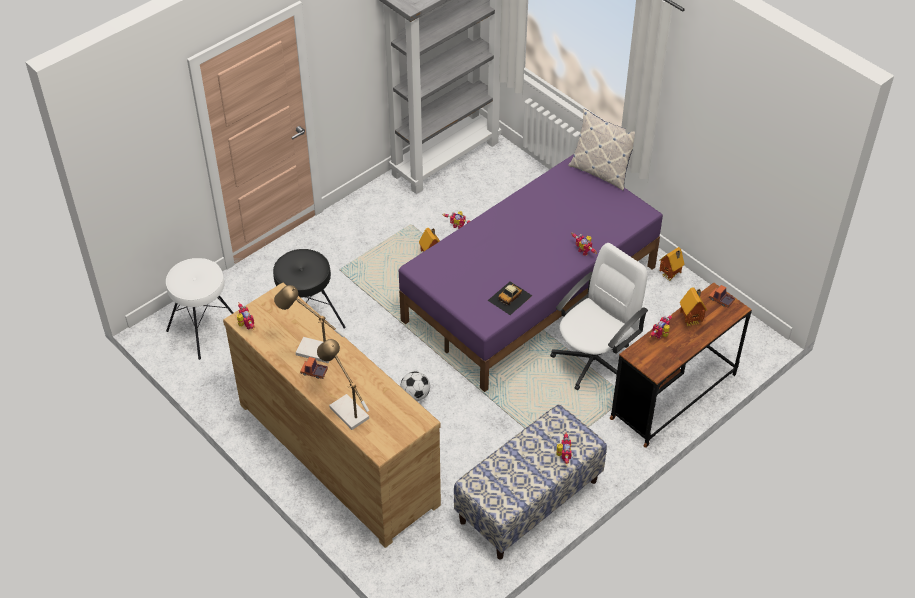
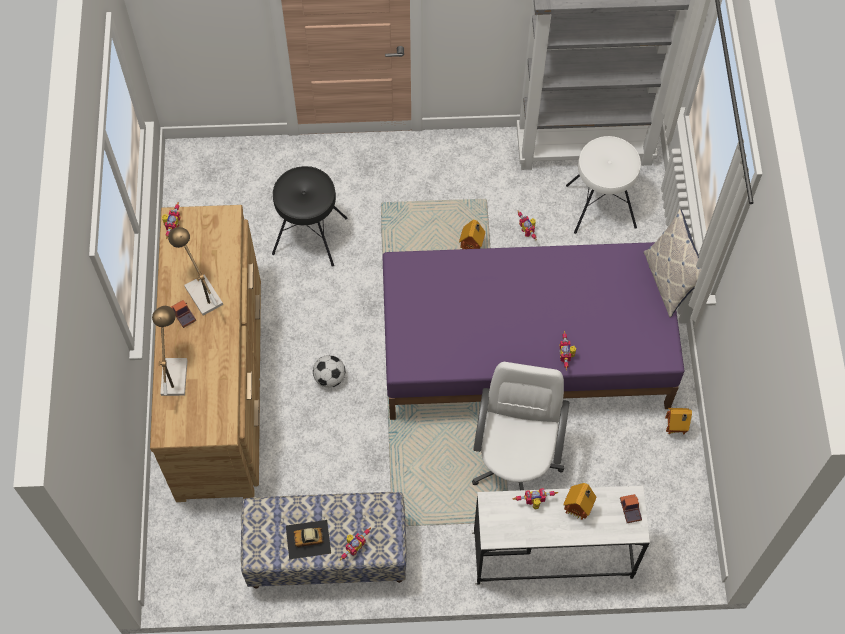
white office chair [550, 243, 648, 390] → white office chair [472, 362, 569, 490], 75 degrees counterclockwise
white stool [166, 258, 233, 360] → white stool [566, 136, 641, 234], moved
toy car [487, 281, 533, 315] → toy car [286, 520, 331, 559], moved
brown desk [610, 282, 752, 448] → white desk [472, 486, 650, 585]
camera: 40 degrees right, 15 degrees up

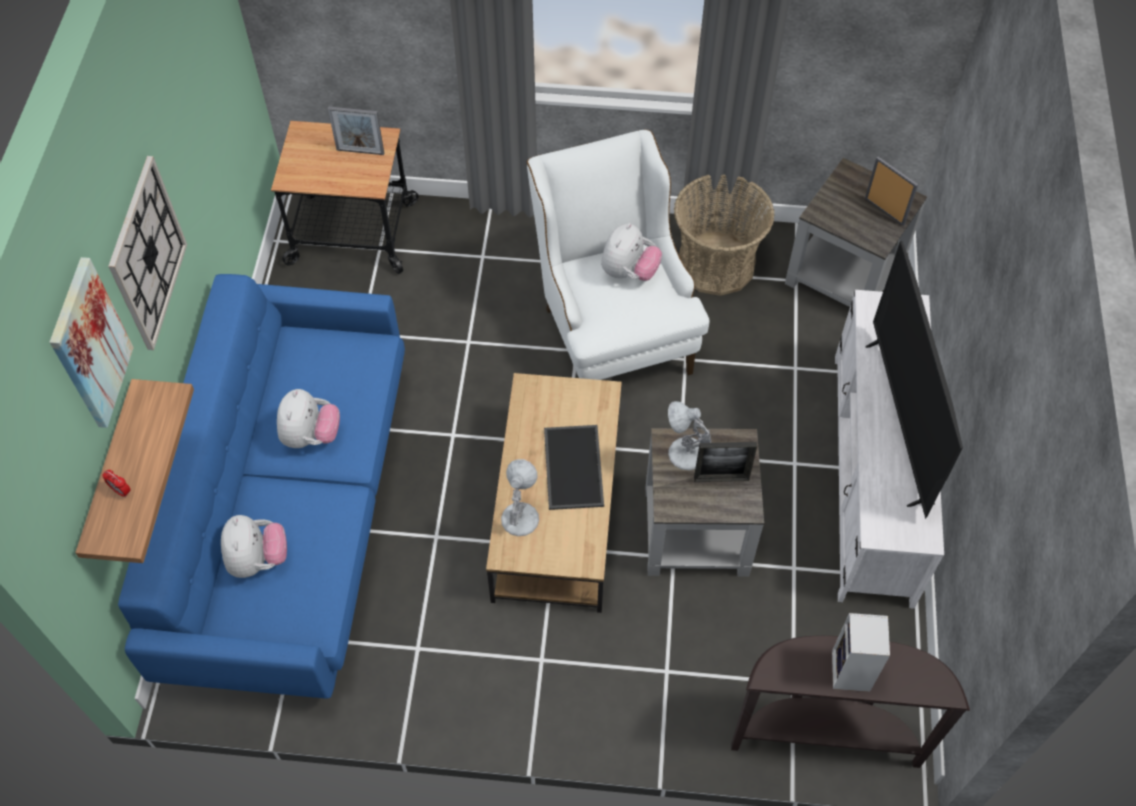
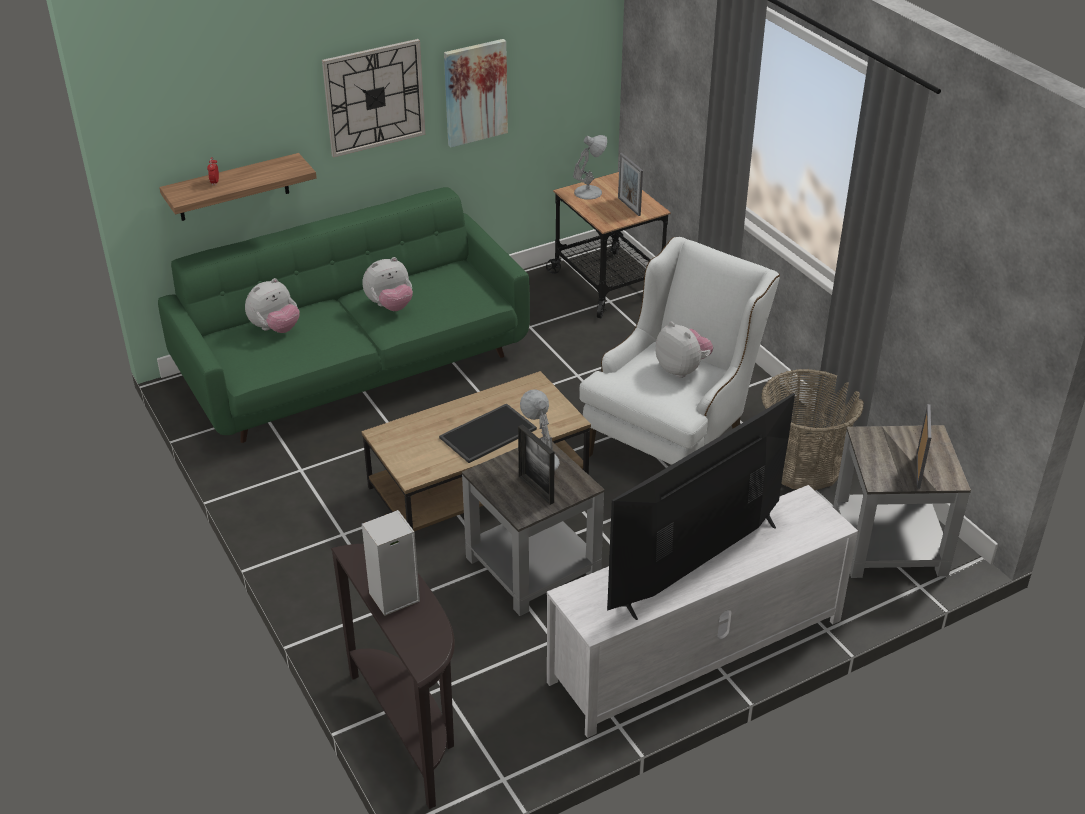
plush toy [601, 223, 662, 281] → plush toy [655, 322, 713, 378], 120 degrees counterclockwise
picture [50, 257, 134, 428] → picture [444, 39, 508, 147], moved
blue sofa [118, 274, 405, 699] → green sofa [158, 187, 530, 443]
white table lamp [501, 459, 539, 536] → white table lamp [573, 135, 607, 200], moved
camera: 55 degrees right, 20 degrees down

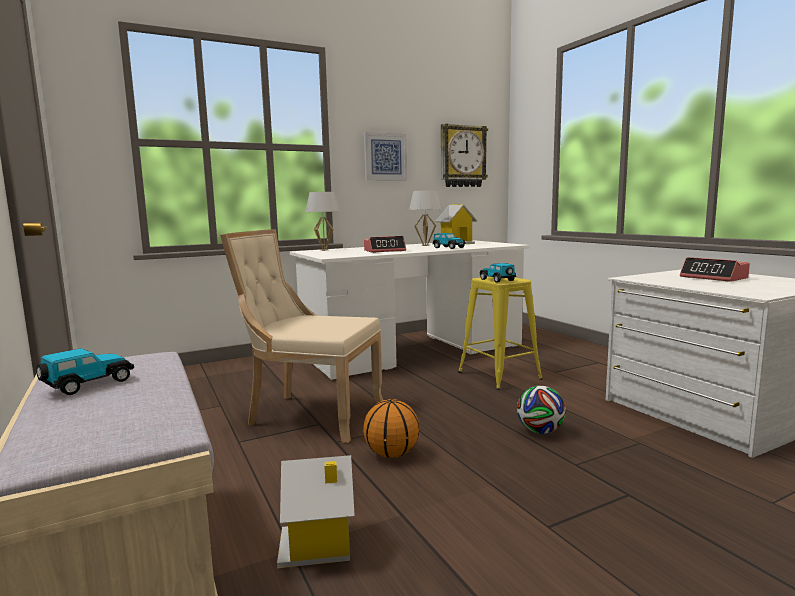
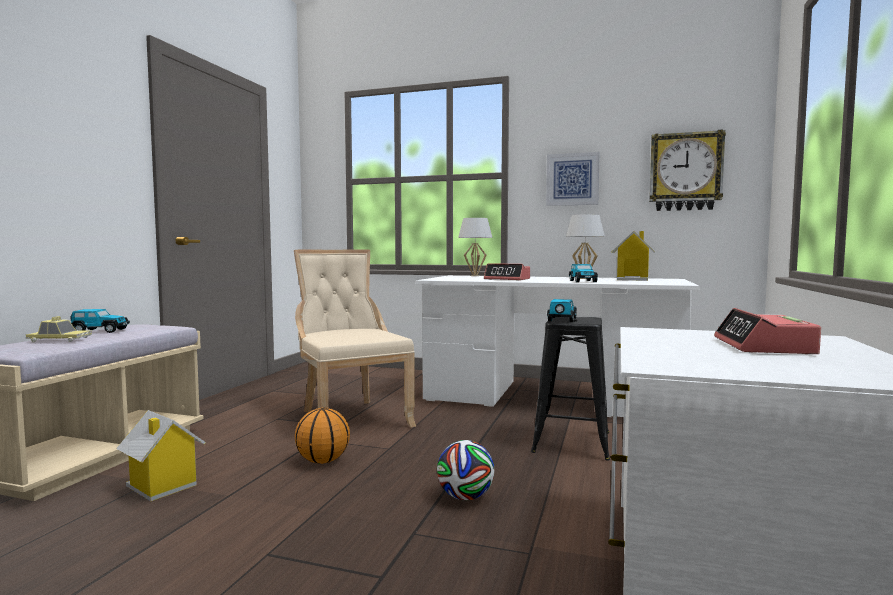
yellow stool [458, 277, 543, 390] → black stool [531, 317, 610, 461]
- → toy car [26, 316, 92, 342]
camera: 45 degrees right, 5 degrees down

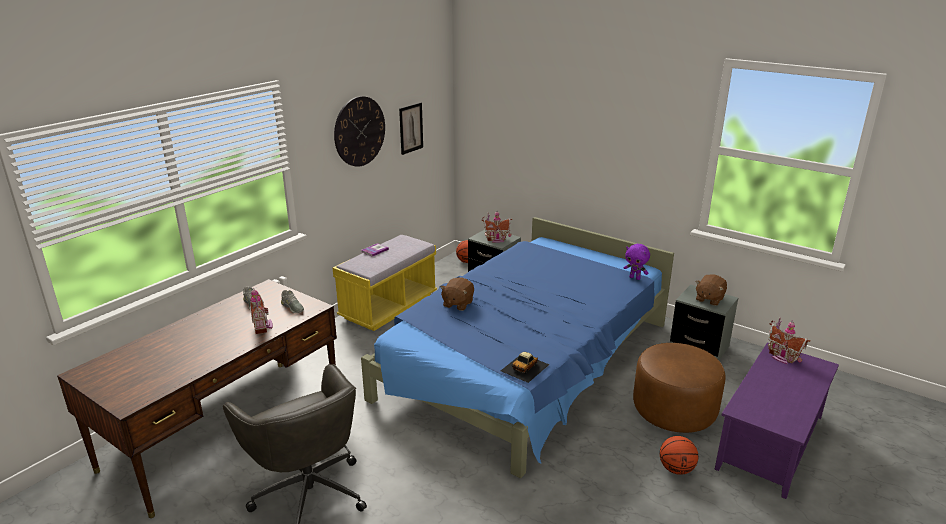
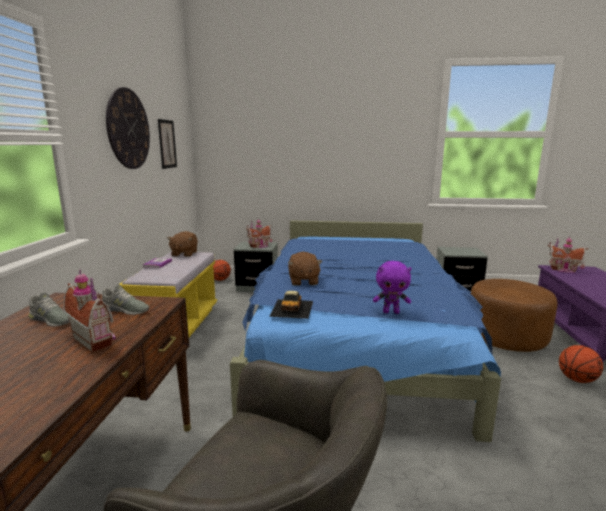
purple plush toy [624, 244, 650, 280] → purple plush toy [373, 261, 411, 314], moved
brown plush toy [695, 274, 727, 306] → brown plush toy [167, 231, 198, 257], moved
toy car [501, 352, 550, 383] → toy car [269, 291, 313, 319], moved
camera: 30 degrees left, 10 degrees down

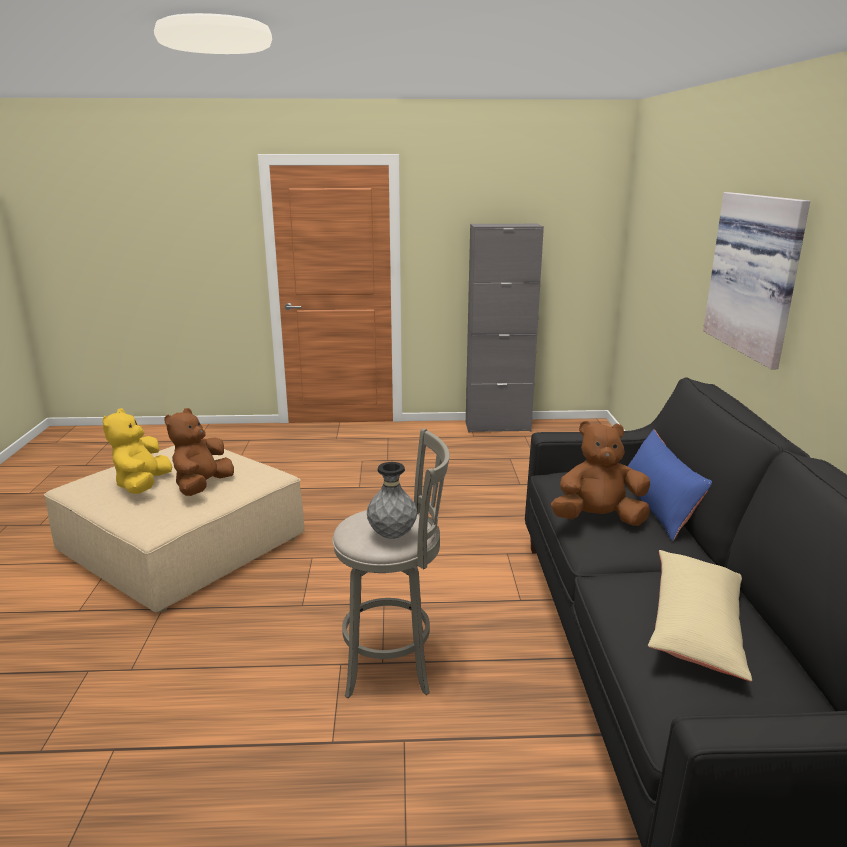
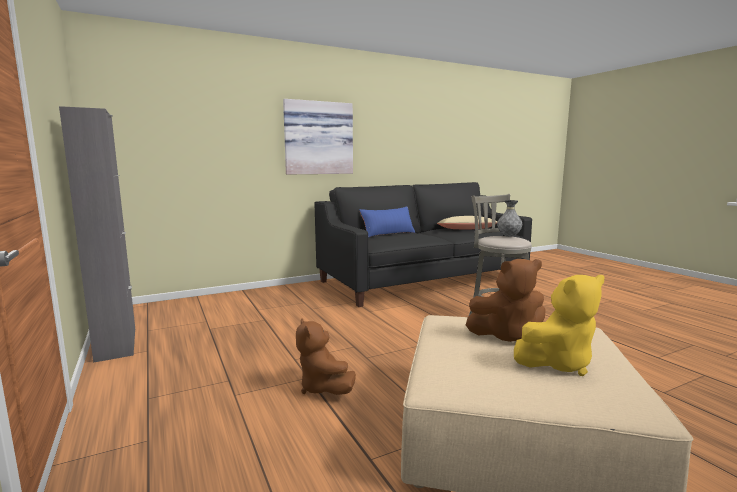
brown plush toy [551, 421, 650, 526] → brown plush toy [296, 318, 356, 395], moved
camera: 115 degrees left, 10 degrees down

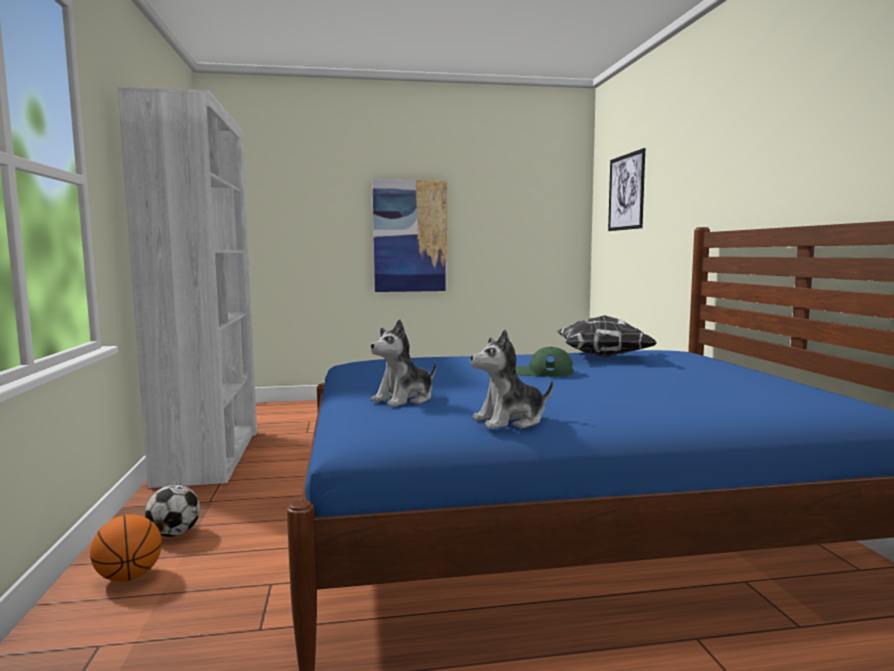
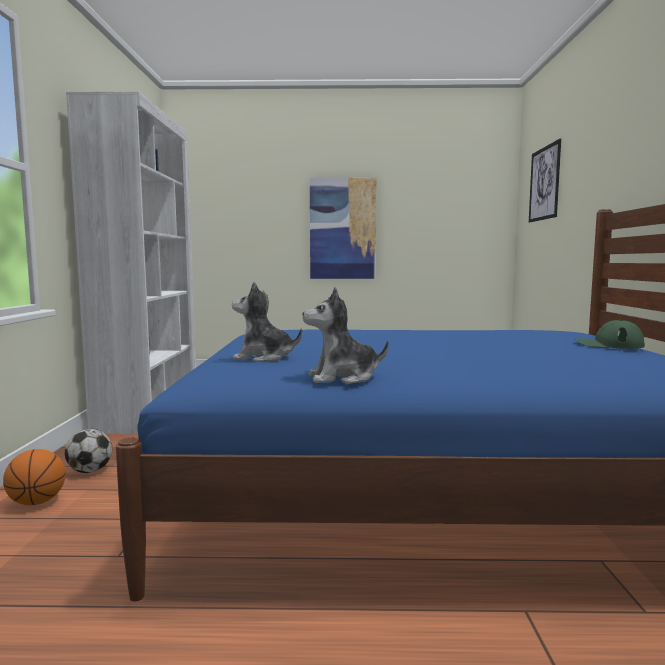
pillow [557, 315, 657, 357] → -
plush toy [370, 319, 436, 407] → plush toy [232, 282, 302, 362], 45 degrees clockwise
green cap [515, 347, 574, 377] → green cap [575, 320, 645, 349], moved
camera: 10 degrees right, 0 degrees up

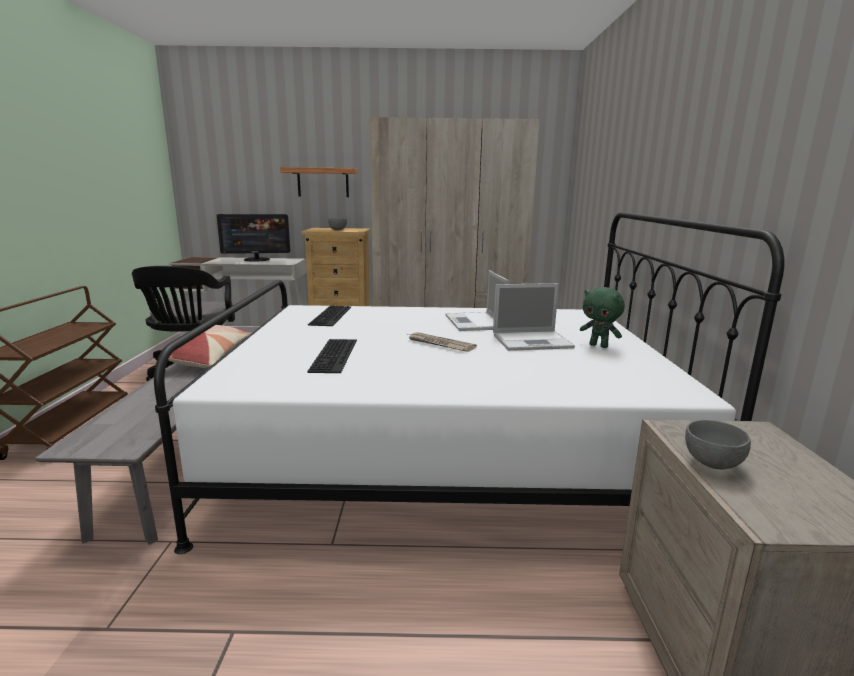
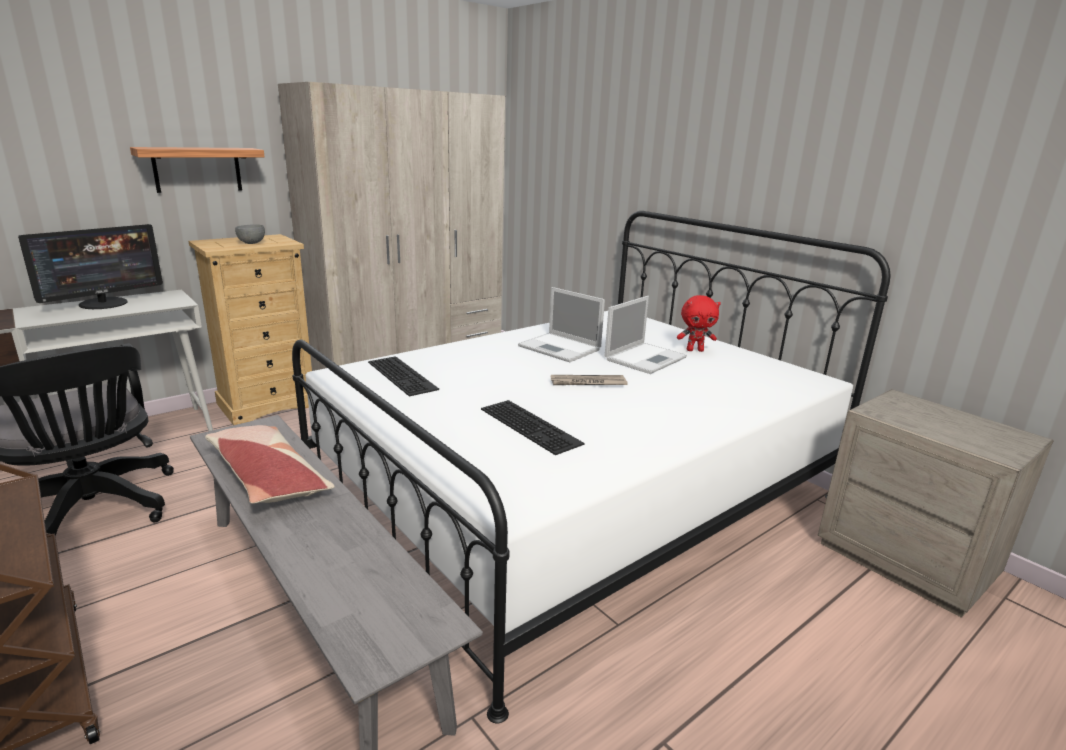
green plush toy [580, 287, 625, 348] → red plush toy [677, 295, 721, 352]
grey bowl [685, 420, 751, 470] → -
camera: 40 degrees left, 5 degrees up

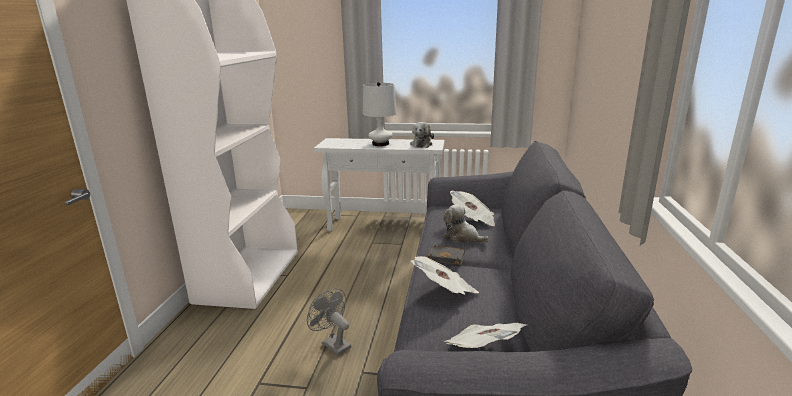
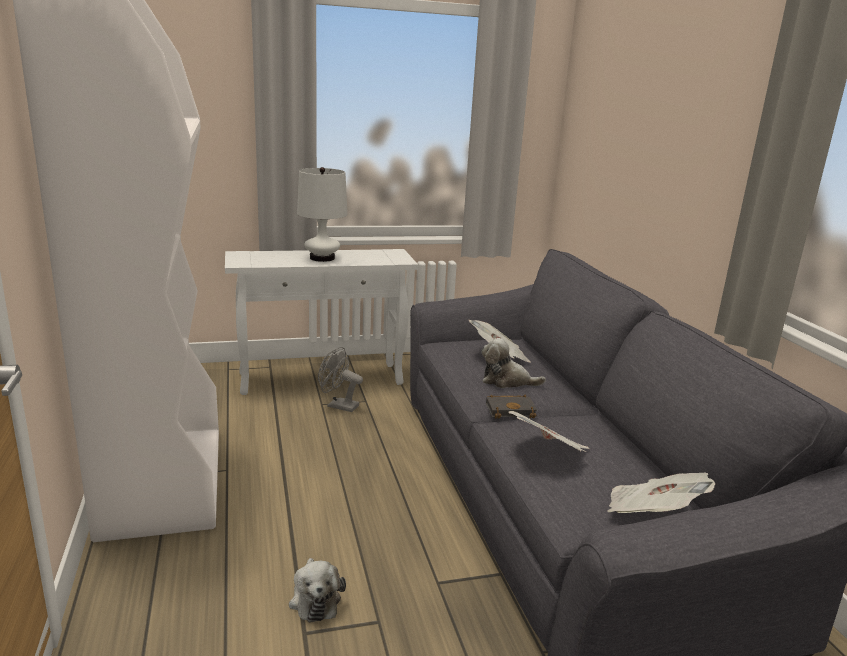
plush toy [410, 122, 434, 148] → plush toy [289, 558, 346, 623], moved
grey fan [307, 288, 351, 356] → grey fan [318, 347, 363, 412], moved
camera: 25 degrees left, 0 degrees up

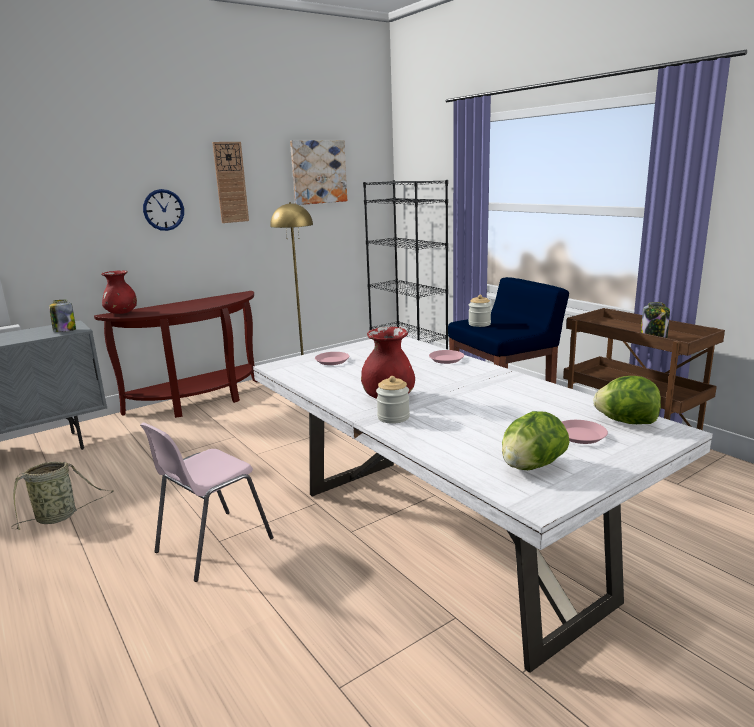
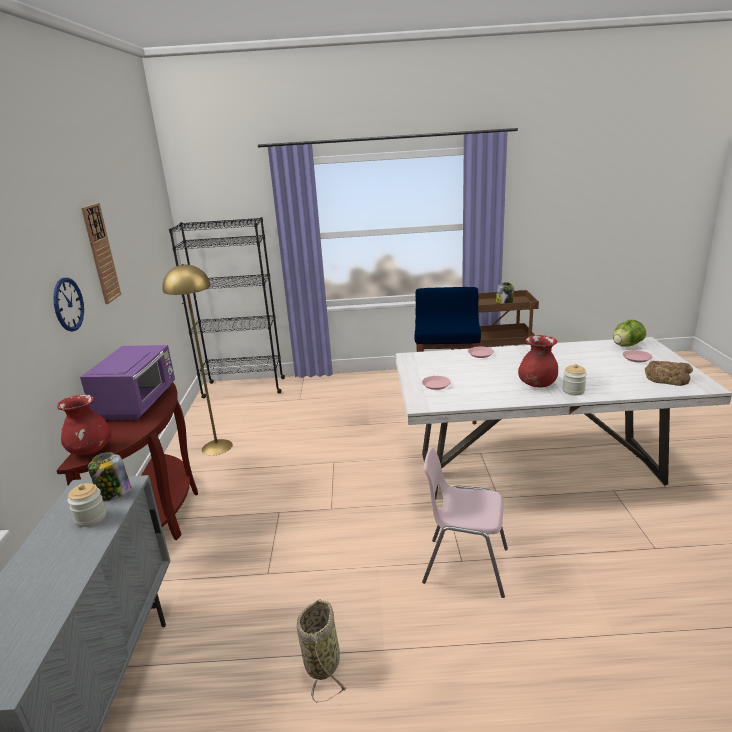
picture [290, 140, 347, 205] → -
jar [468, 295, 491, 327] → jar [68, 483, 106, 527], moved
lettuce [502, 411, 569, 470] → bread [644, 361, 693, 386]
pink chair [140, 423, 273, 582] → pink chair [422, 447, 508, 598], 120 degrees clockwise
- → purple microwave [80, 345, 175, 420]
camera: 55 degrees left, 5 degrees up

